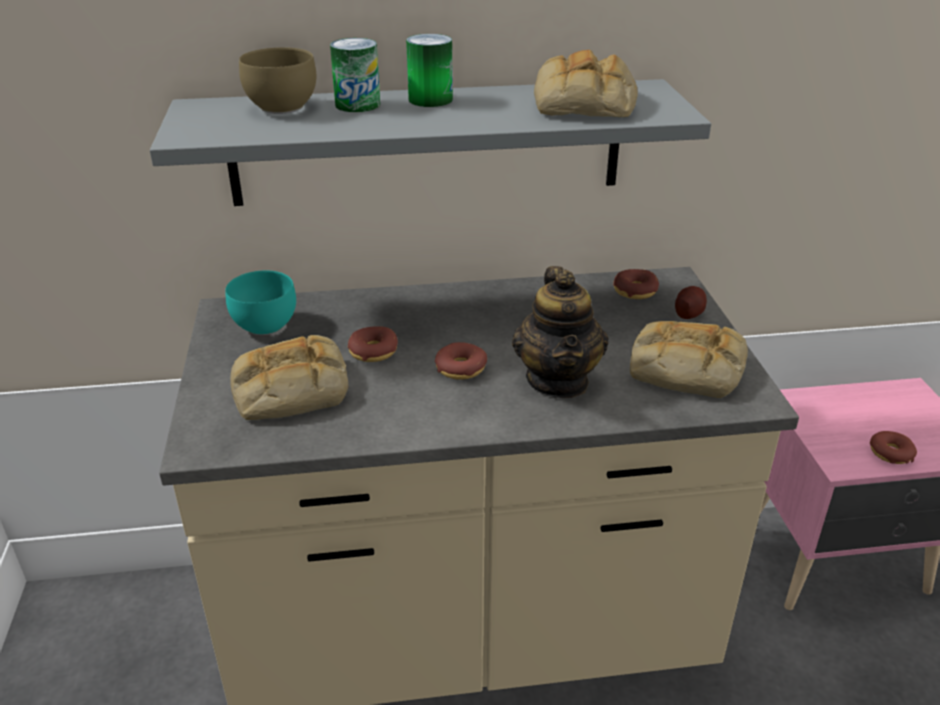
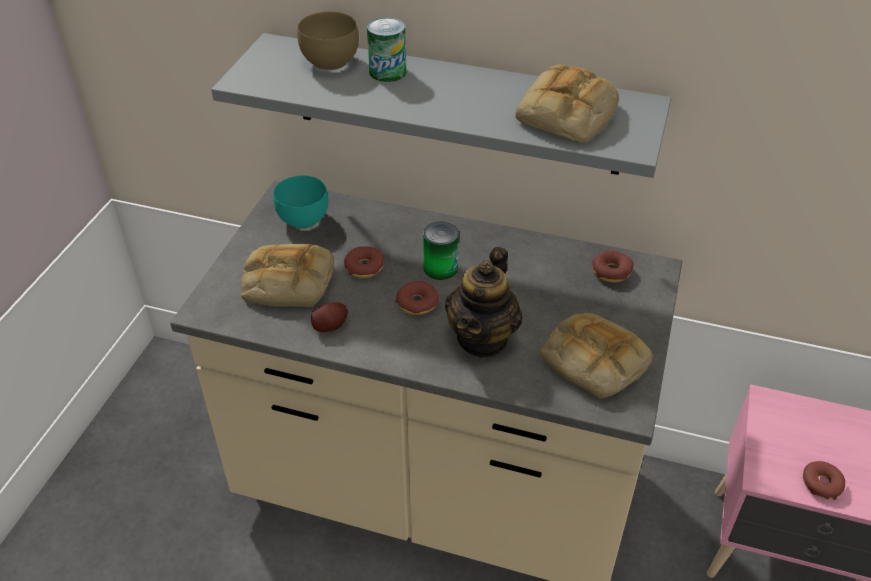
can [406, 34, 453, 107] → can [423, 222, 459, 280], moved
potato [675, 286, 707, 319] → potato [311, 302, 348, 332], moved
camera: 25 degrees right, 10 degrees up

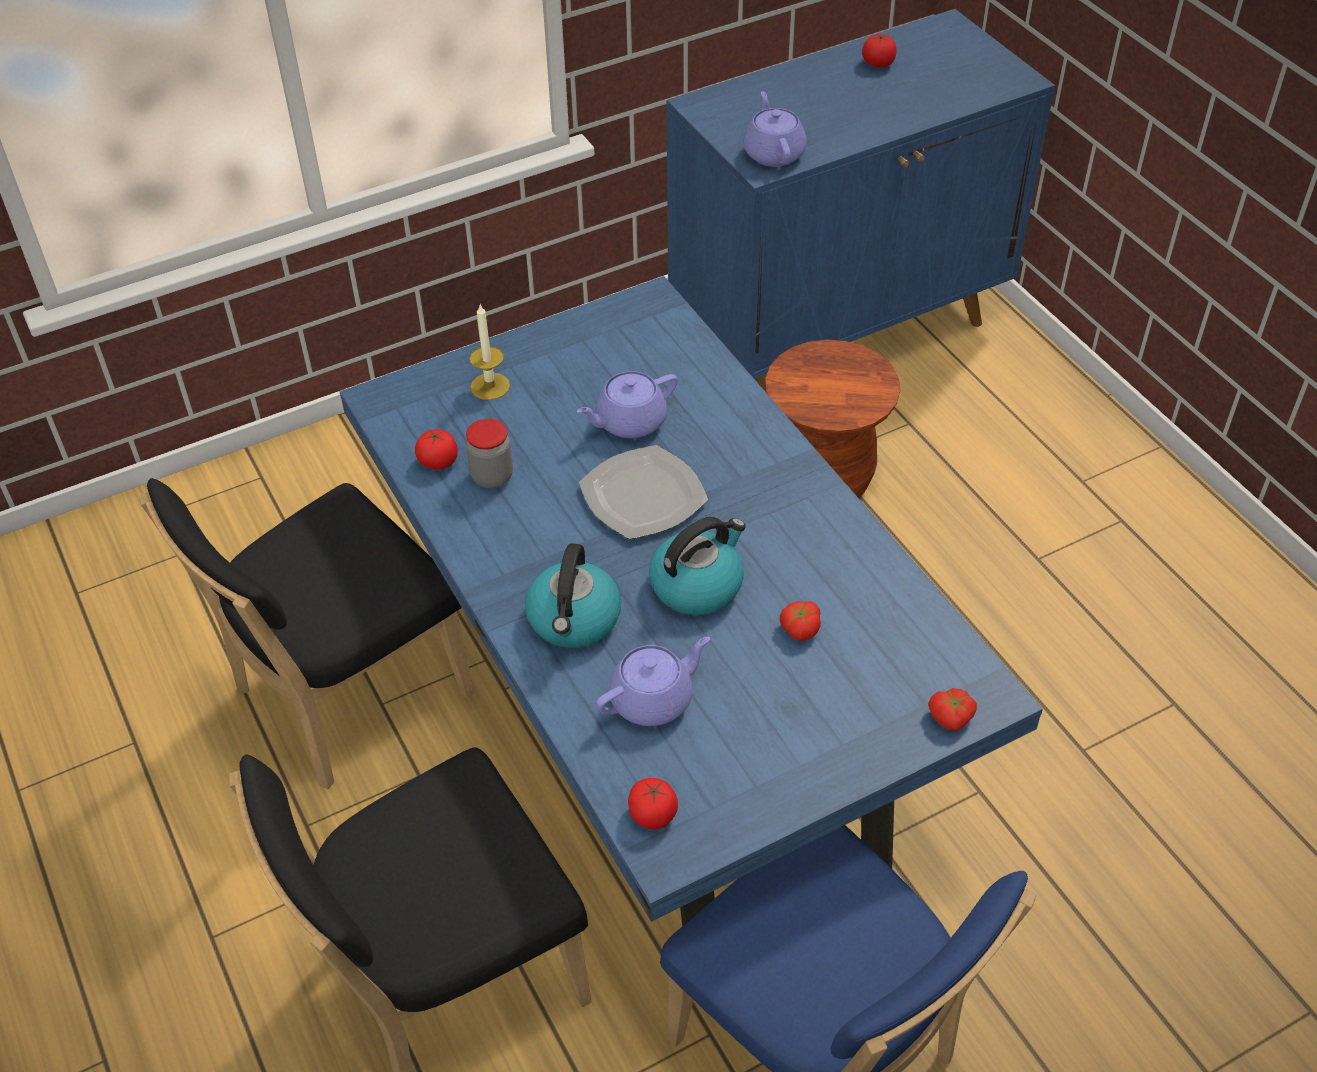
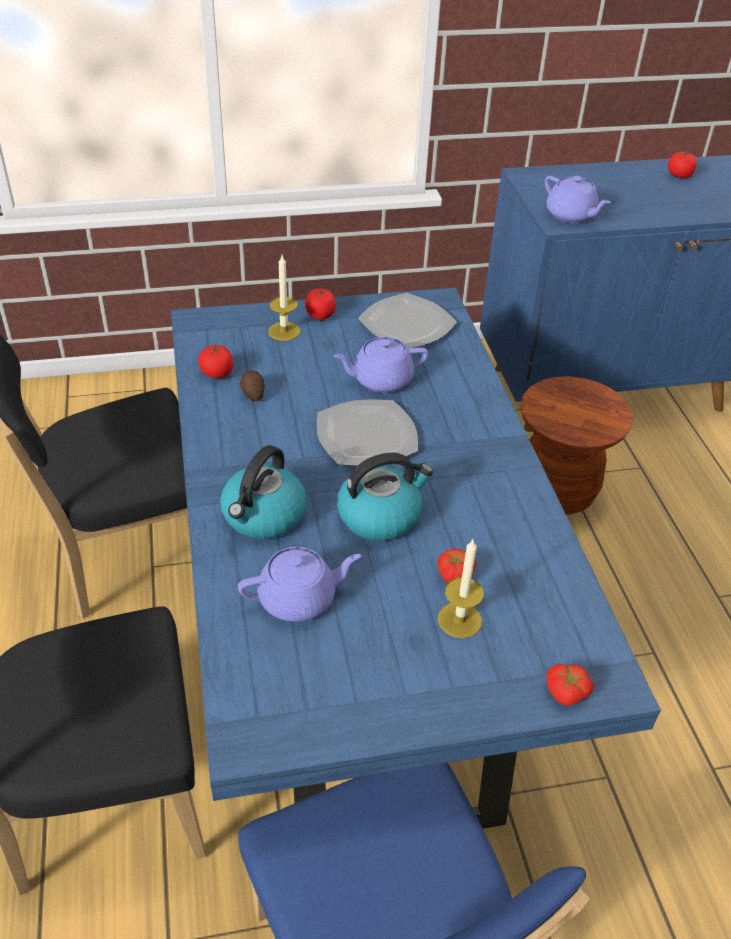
purple teapot [743, 91, 807, 167] → purple teapot [545, 176, 611, 223], 135 degrees clockwise
jar [466, 419, 513, 488] → potato [240, 370, 265, 401]
tomato [628, 778, 678, 830] → tomato [305, 288, 336, 320], moved
- → plate [358, 293, 457, 349]
- → candle [438, 540, 484, 638]
camera: 15 degrees right, 5 degrees down

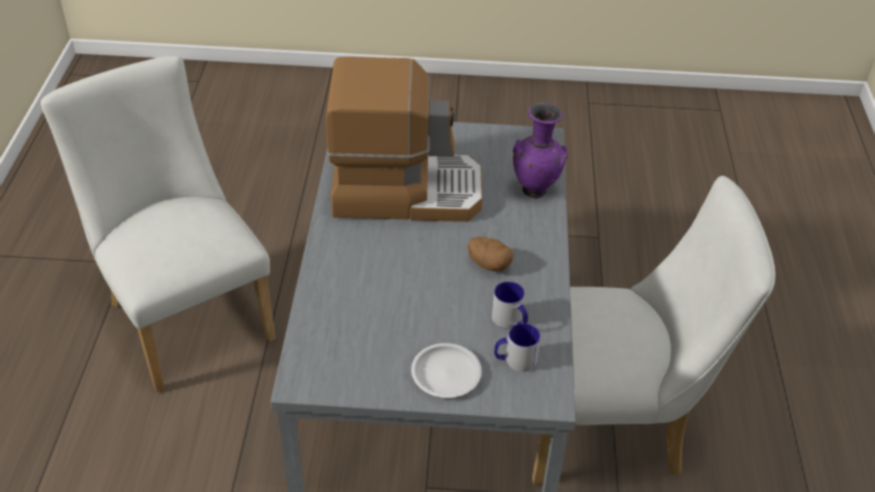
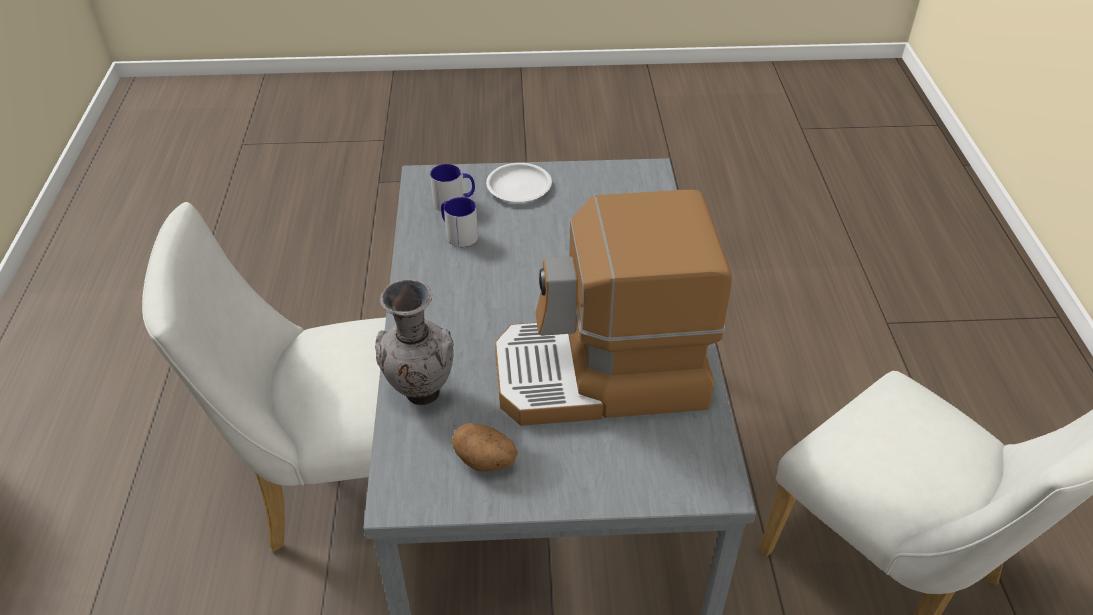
purple vase [513, 102, 567, 199] → grey vase [375, 279, 454, 405]
potato [467, 237, 514, 272] → potato [451, 423, 518, 472], moved
camera: 175 degrees right, 0 degrees up

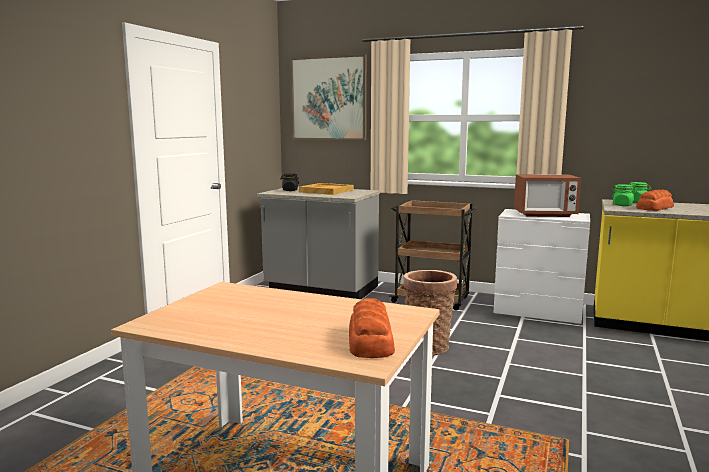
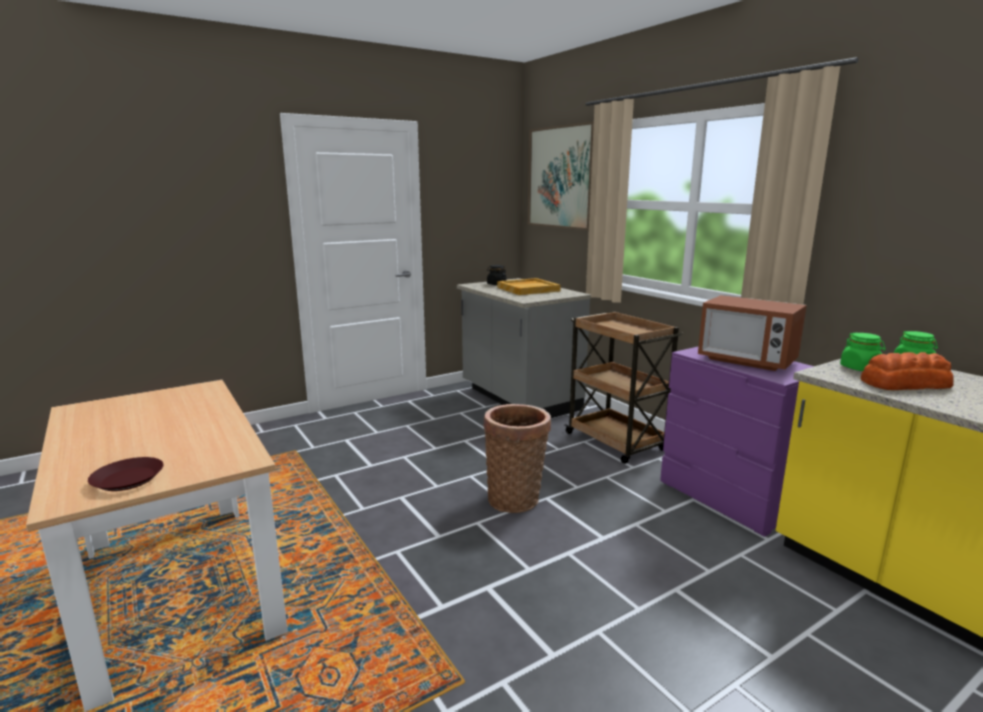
white dresser [494, 209, 590, 325] → purple dresser [660, 346, 814, 537]
bread [349, 298, 395, 358] → brown plate [88, 457, 164, 491]
camera: 35 degrees right, 5 degrees up

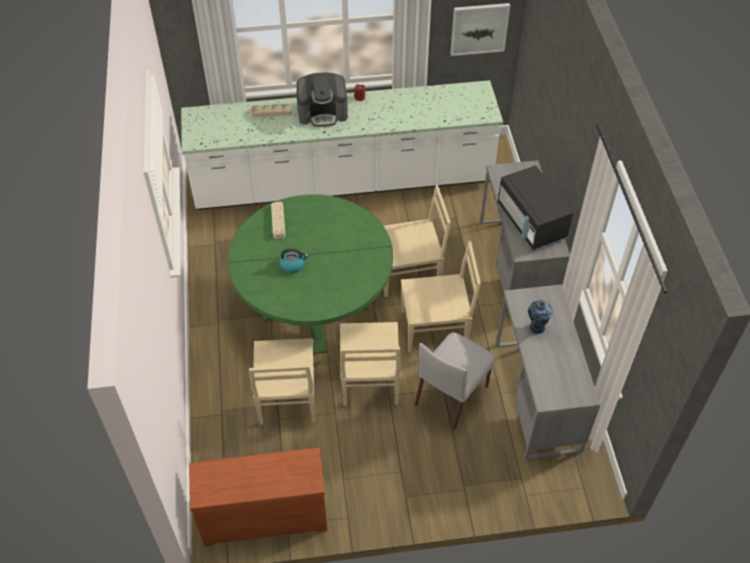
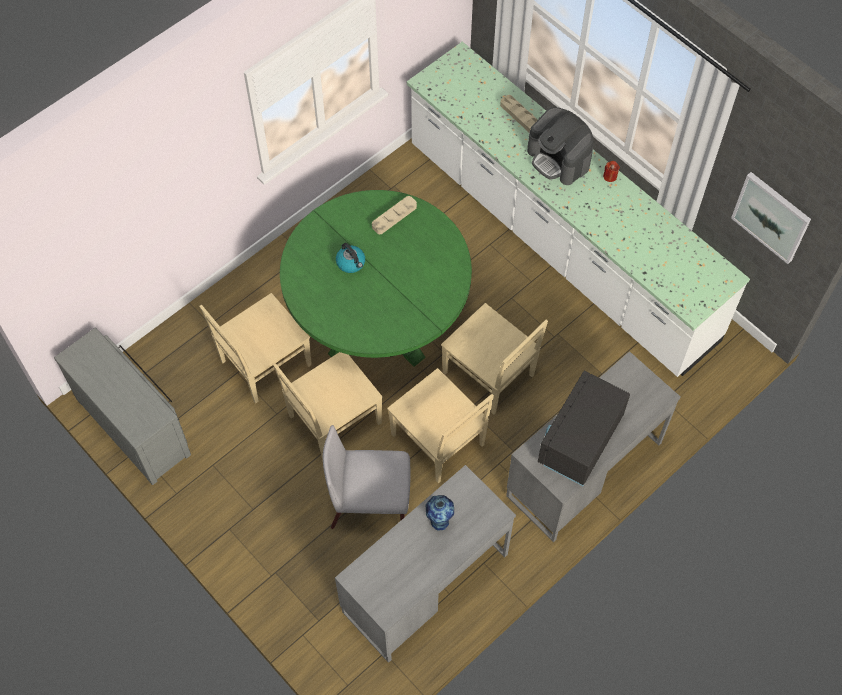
brown dresser [189, 448, 328, 547] → grey dresser [54, 328, 191, 485]
camera: 55 degrees right, 10 degrees up

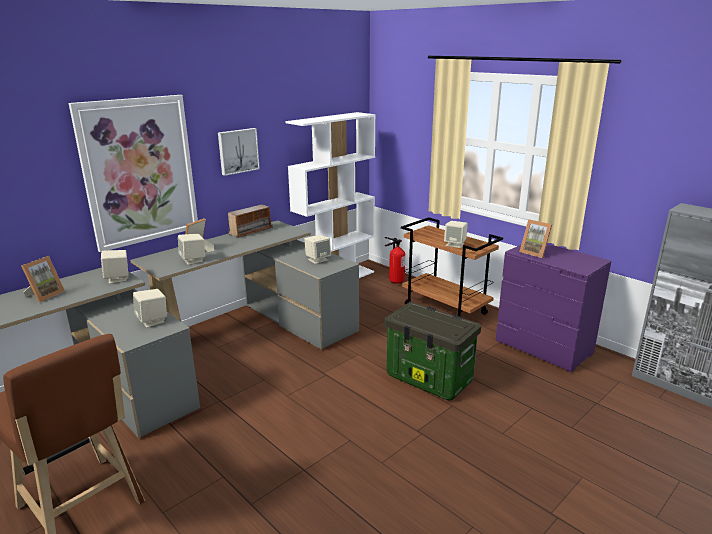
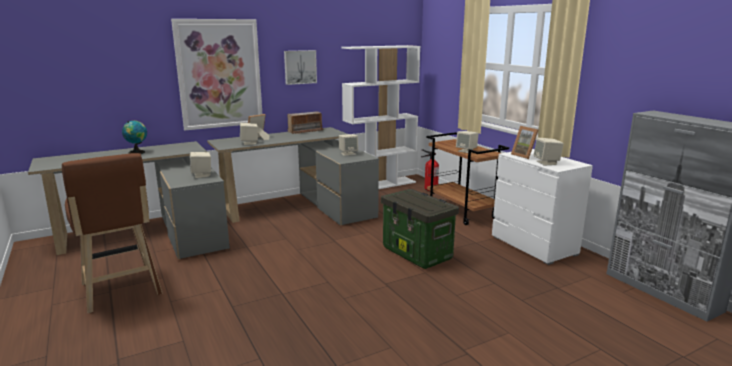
purple dresser [496, 244, 611, 373] → white dresser [492, 149, 593, 265]
beige speaker [101, 250, 129, 284] → beige speaker [534, 138, 564, 165], moved
picture frame [21, 256, 65, 303] → globe [122, 121, 147, 154]
camera: 15 degrees right, 5 degrees down

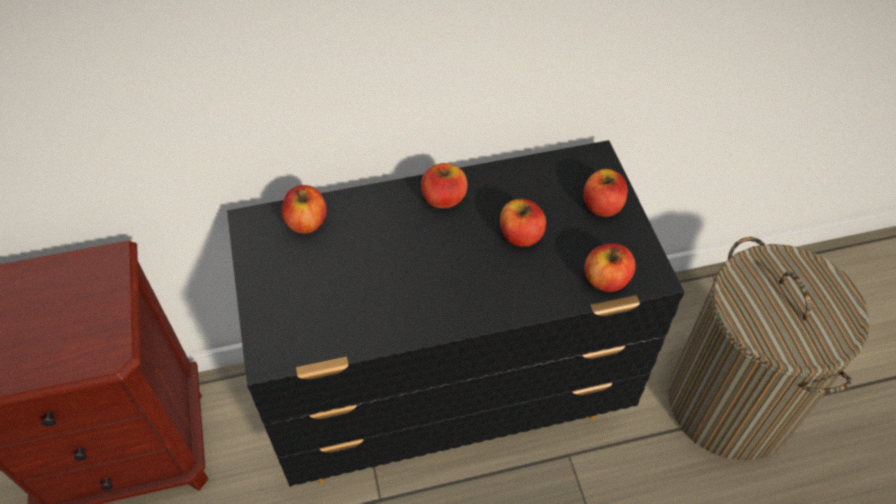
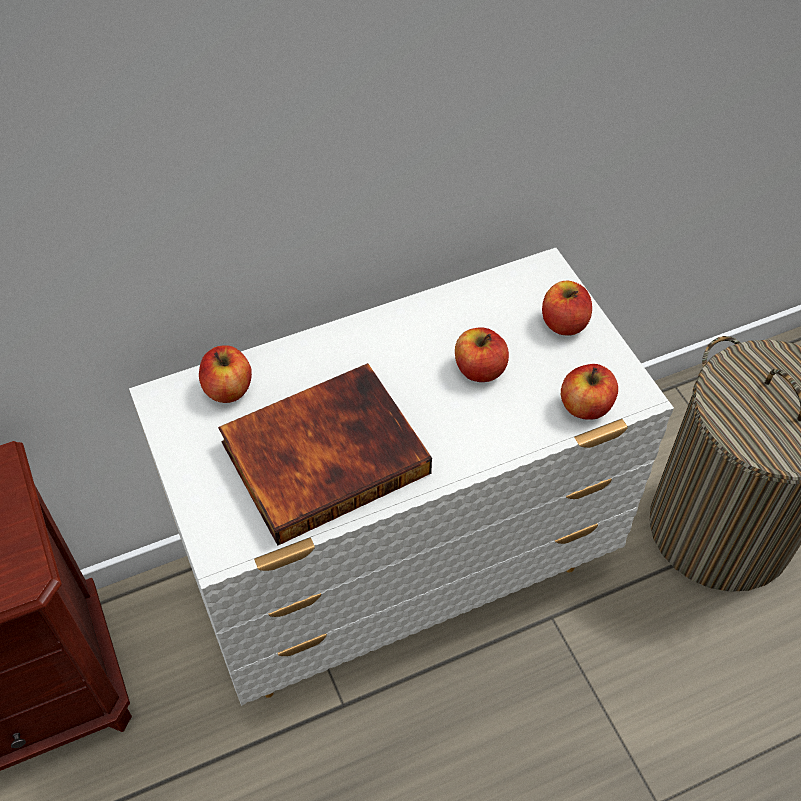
black dresser [227, 140, 684, 487] → white dresser [129, 248, 674, 706]
apple [421, 163, 468, 208] → -
- → book [218, 363, 432, 546]
camera: 10 degrees left, 0 degrees up

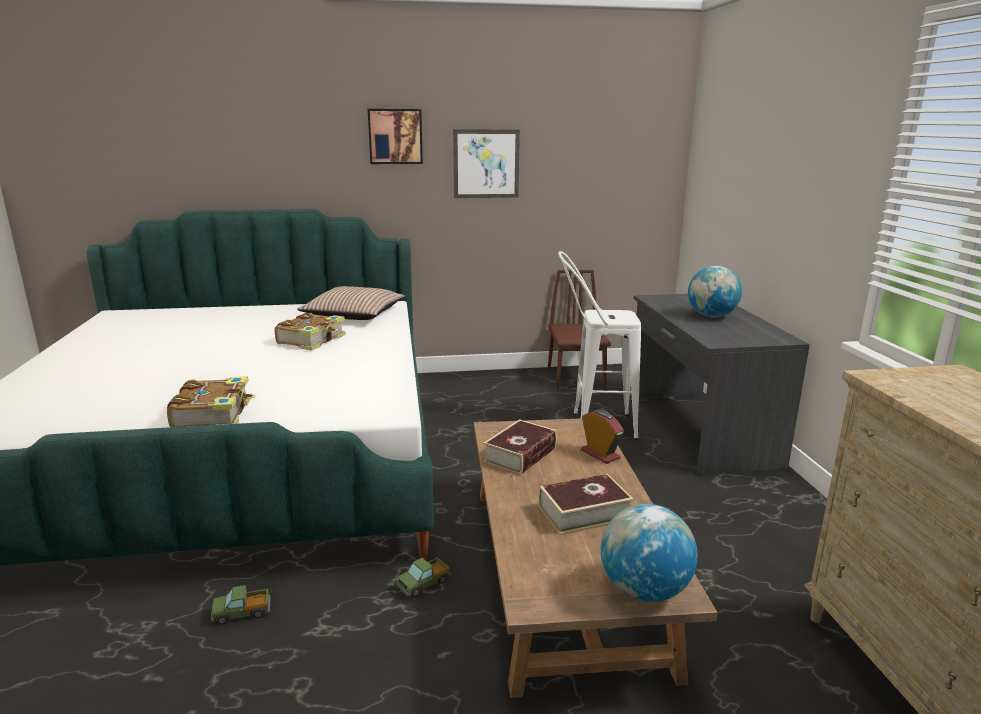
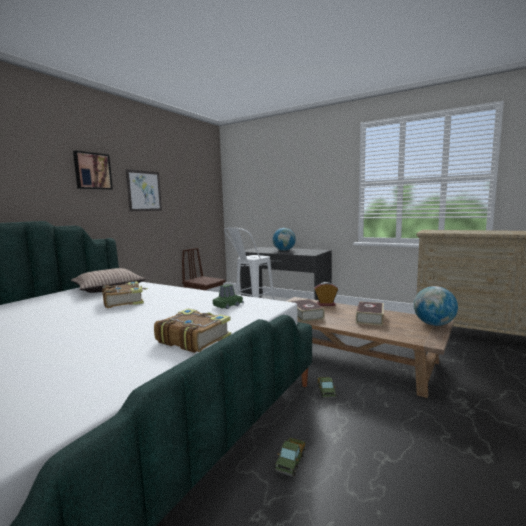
- → green toy car [213, 284, 244, 309]
camera: 50 degrees left, 10 degrees down

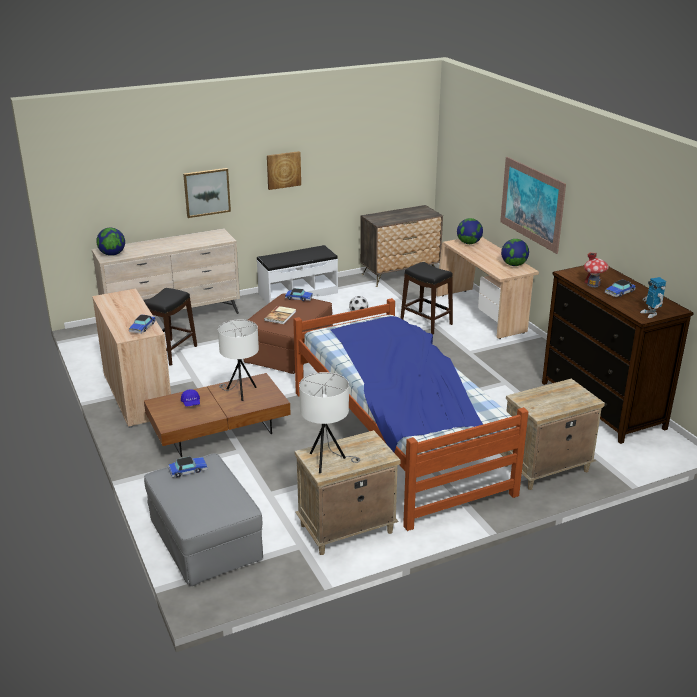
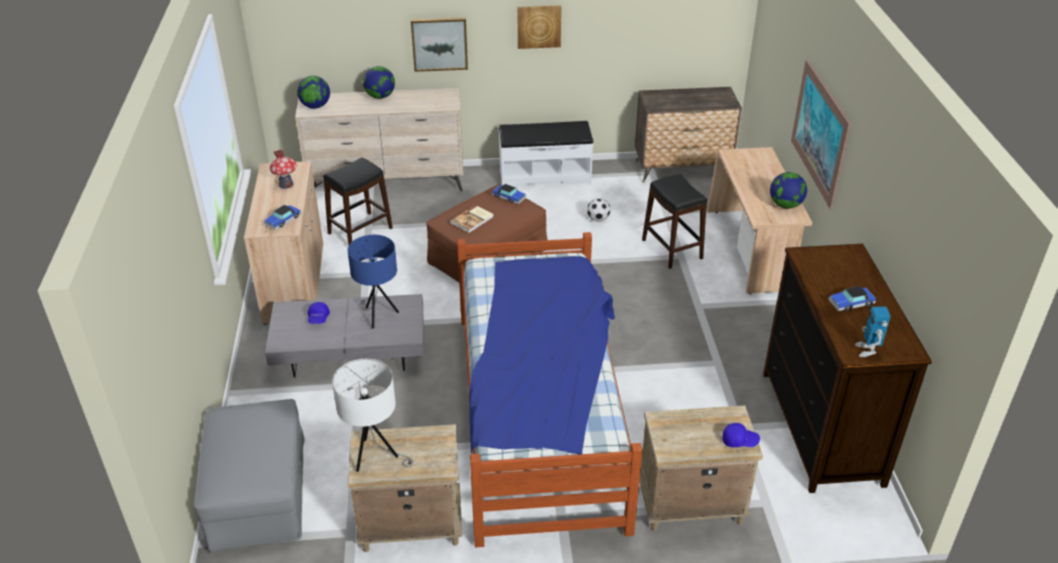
globe [457, 218, 483, 244] → globe [363, 66, 395, 99], moved
toy house [584, 252, 609, 287] → toy house [270, 149, 297, 189], moved
white table lamp [218, 319, 259, 401] → blue table lamp [348, 235, 399, 329]
brown coffee table [144, 373, 291, 457] → grey coffee table [265, 294, 424, 378]
toy car [168, 457, 208, 478] → -
- → blue cap [722, 423, 760, 447]
camera: 20 degrees right, 10 degrees up

